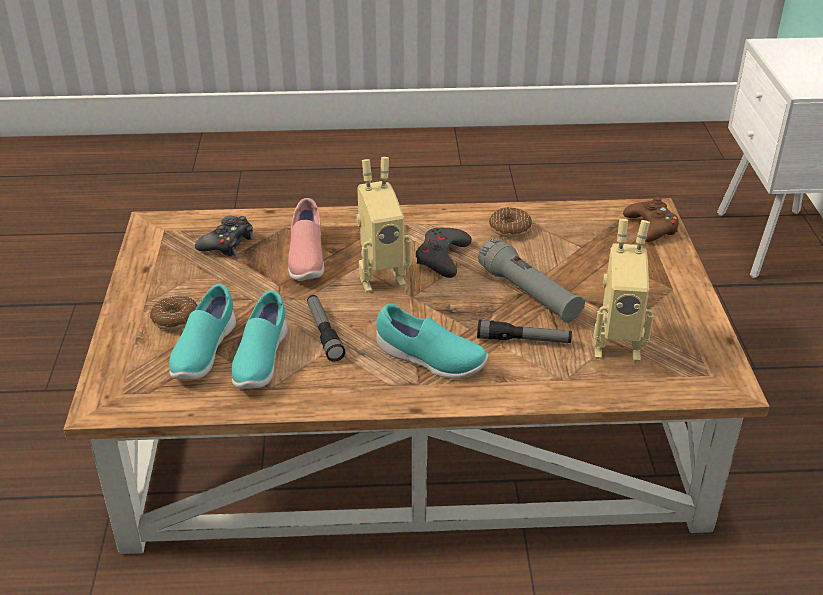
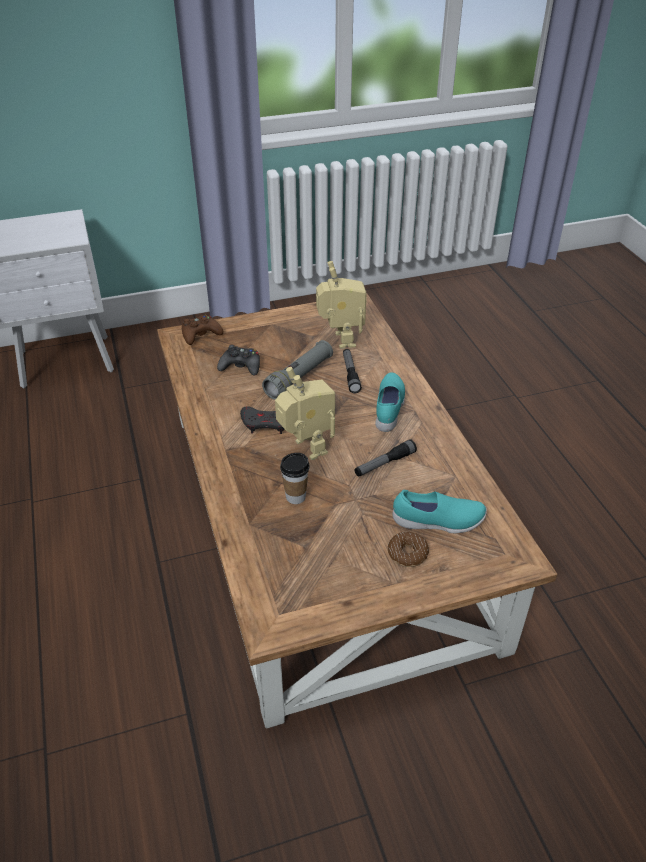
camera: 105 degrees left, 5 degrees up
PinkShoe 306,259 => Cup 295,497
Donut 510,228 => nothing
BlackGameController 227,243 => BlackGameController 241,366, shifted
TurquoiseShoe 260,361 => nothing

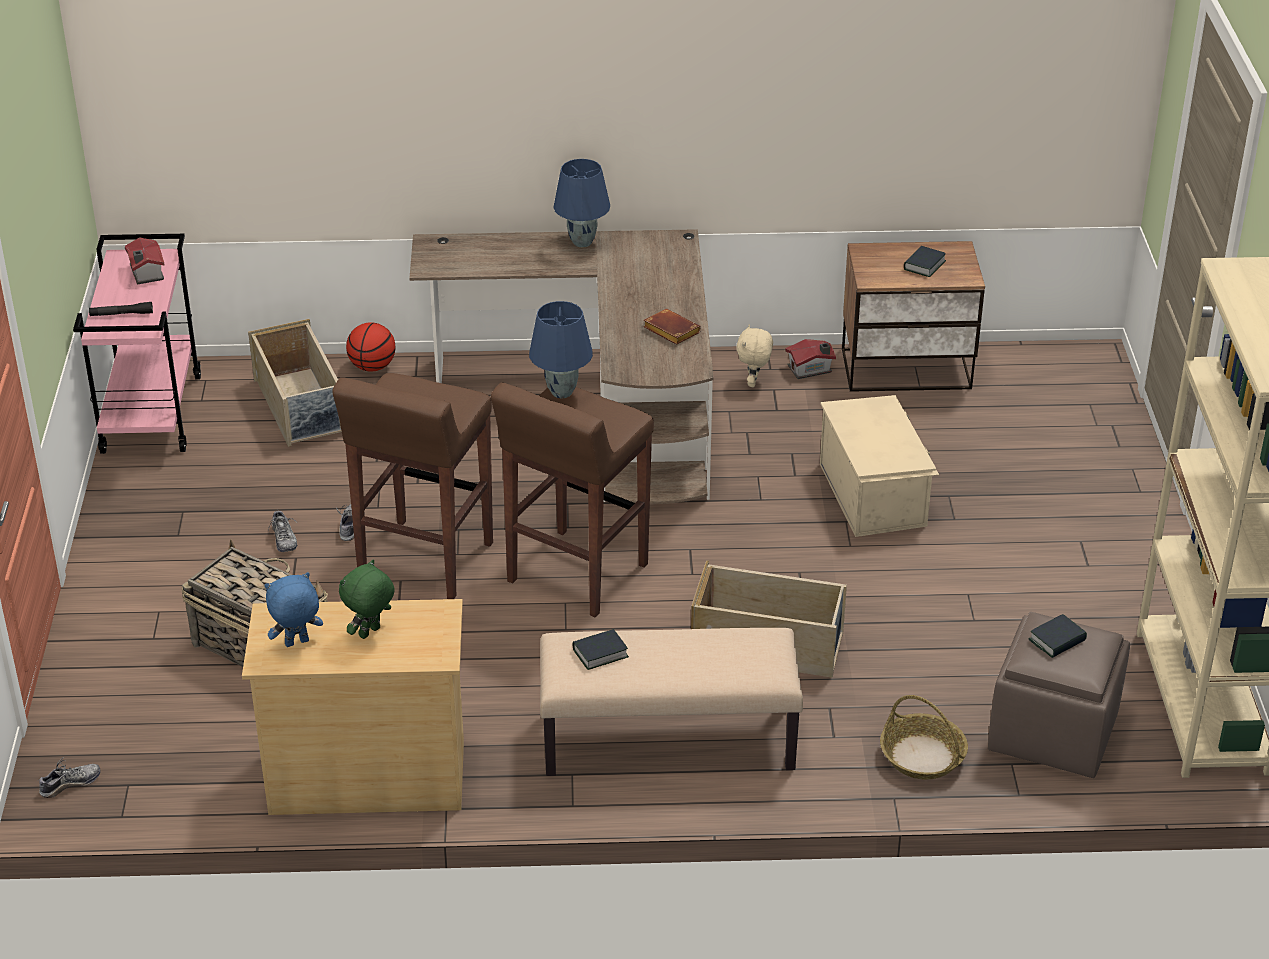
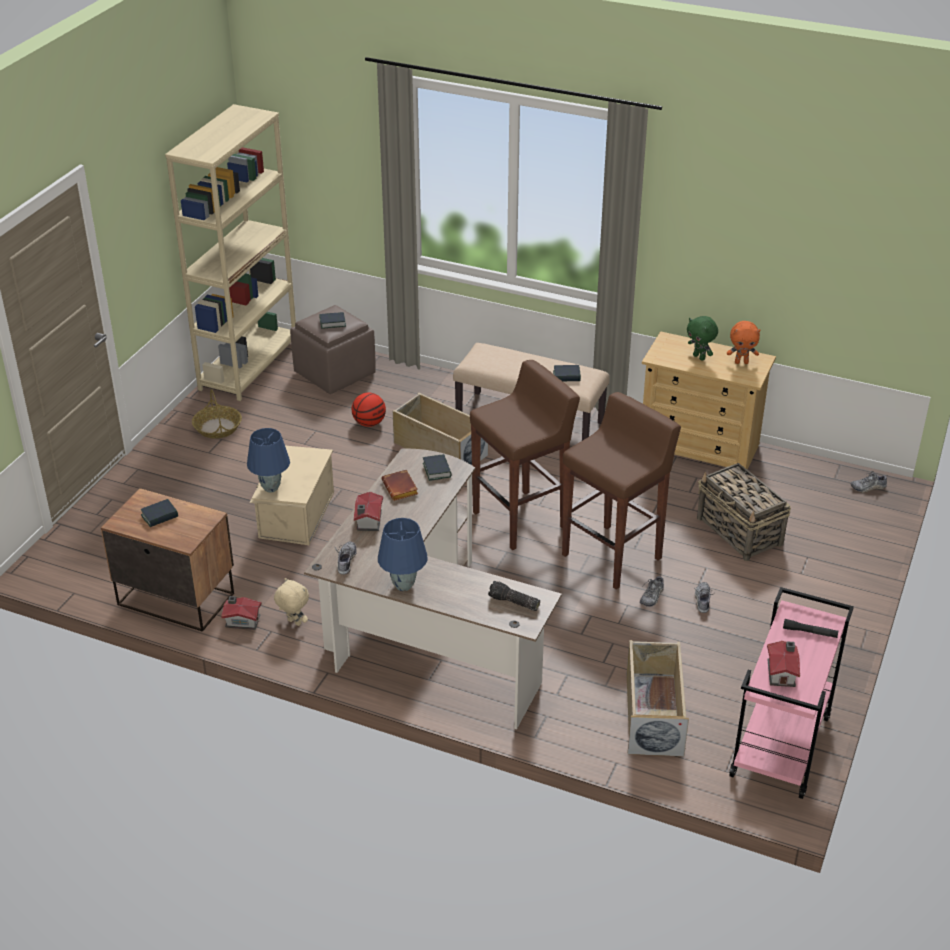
camera: 155 degrees left, 0 degrees up
BlueTableLamp 561,392 => BlueTableLamp 271,488, shifted
Basketball 372,367 => Basketball 369,423, shifted
BeigePlushToy 754,383 => BeigePlushToy 293,622, 90 degrees counterclockwise
GreenPlushToy 370,633 => GreenPlushToy 699,357, 75 degrees clockwise
BluePlushToy 297,643 => OrangePlushToy 741,362
Basket 923,756 => Basket 217,427, shifted
nothing => Book 437,470
nothing => ToyHouse 368,521
nothing => Shoe 346,561
nothing => Flashlight 513,603

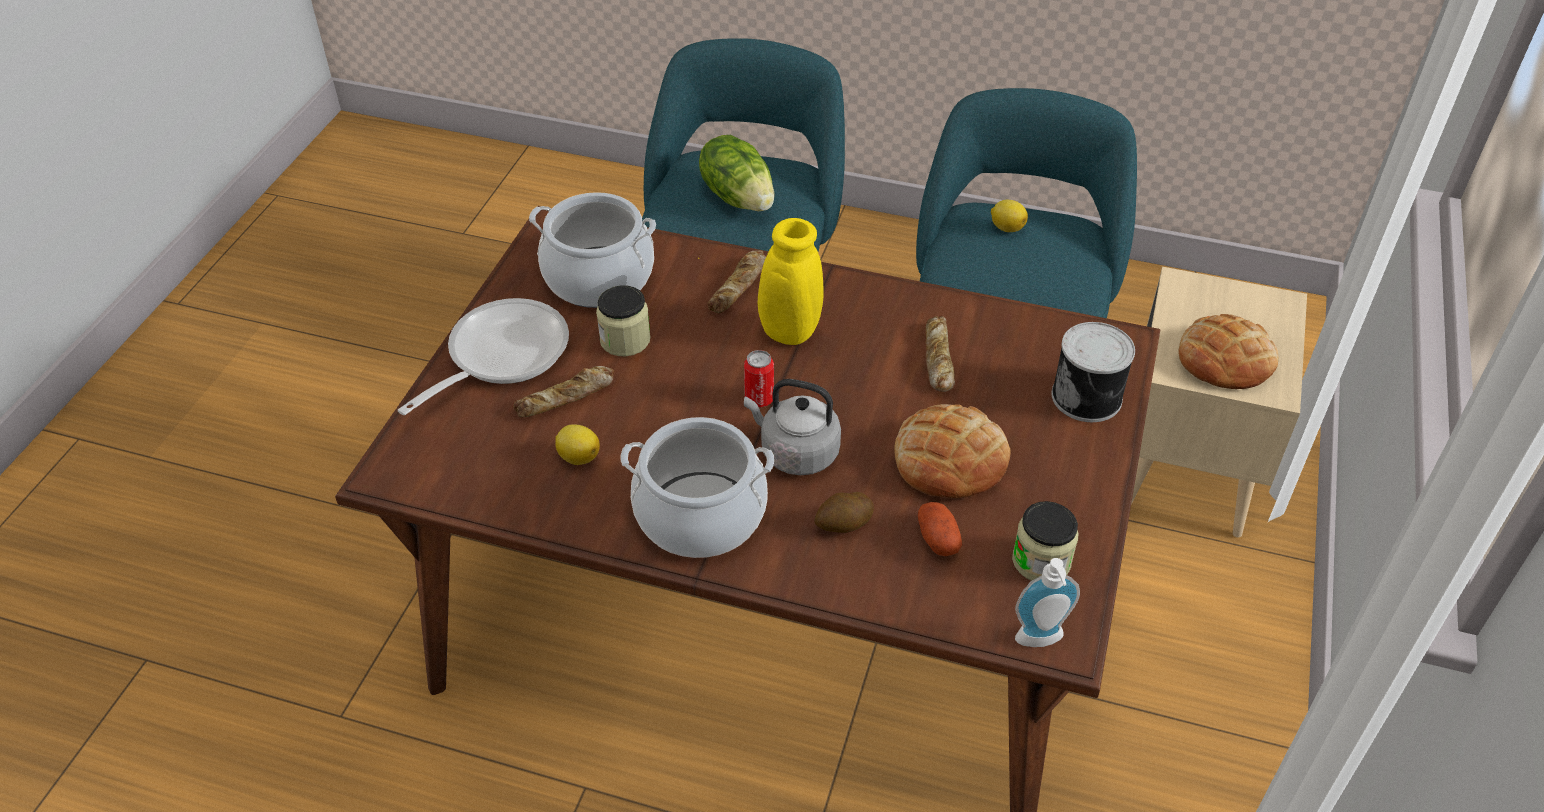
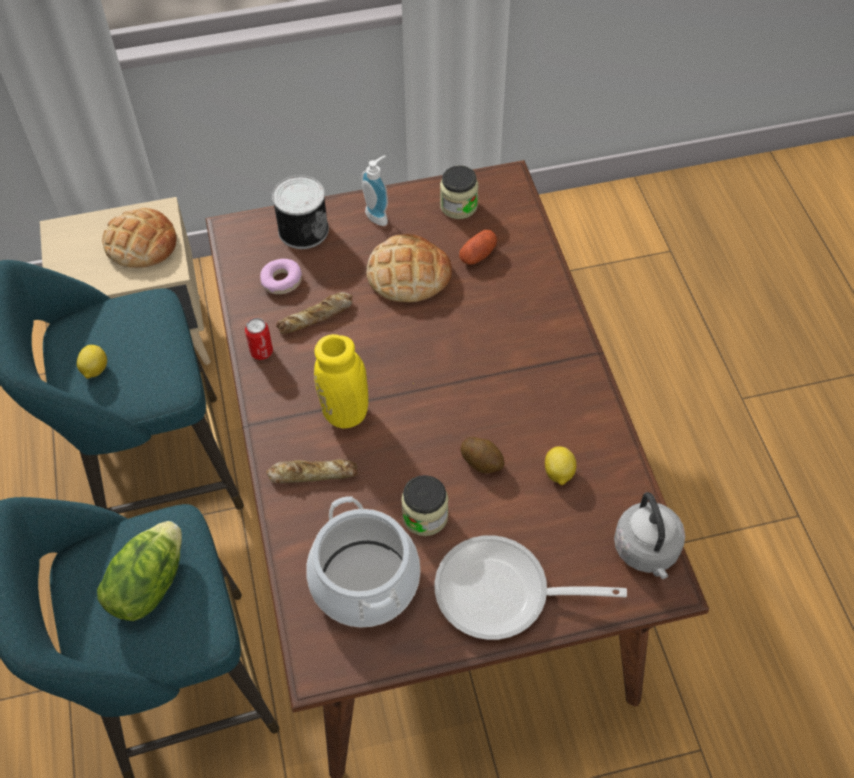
camera: 120 degrees left, 10 degrees up
Can 759,399 => Can 261,352, shifted
Bread 566,398 => nothing
GreyKettle 795,452 => GreyKettle 647,551, shifted
CookingPot 700,515 => nothing
Potato 843,524 => Potato 482,462, shifted
SoapDispenser 1040,642 => SoapDispenser 379,215, shifted
nothing => Donut 281,281

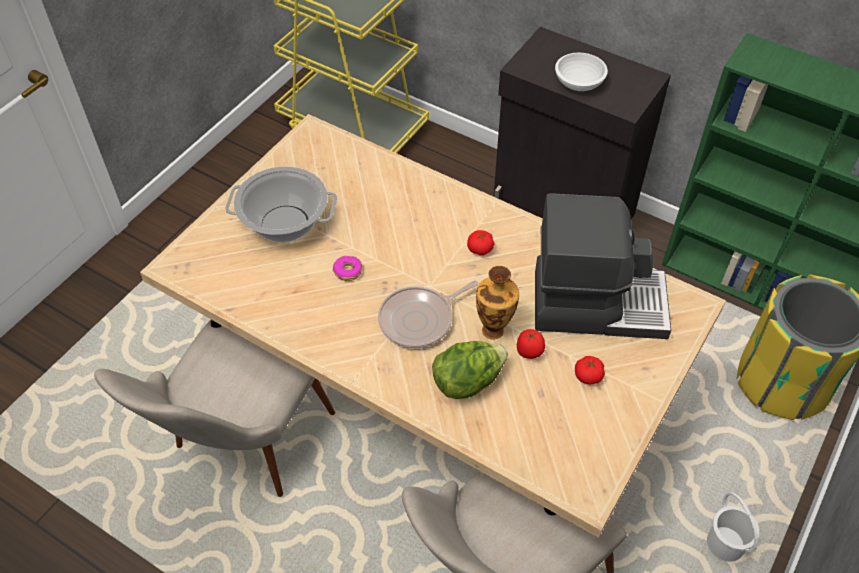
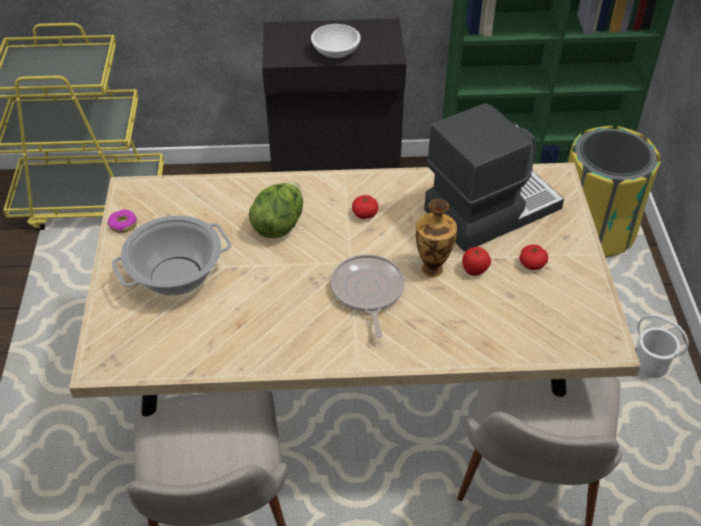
camera: 35 degrees left, 5 degrees down
Donut 348,271 => Donut 123,224, shifted
FryingPan 419,320 => FryingPan 367,292, 150 degrees clockwise
Lettuce 468,381 => Lettuce 279,224, shifted

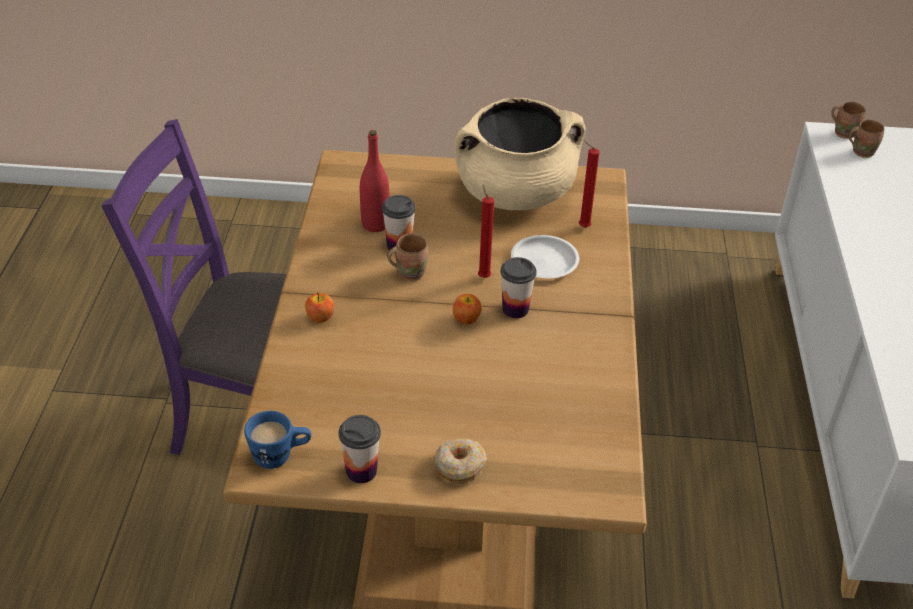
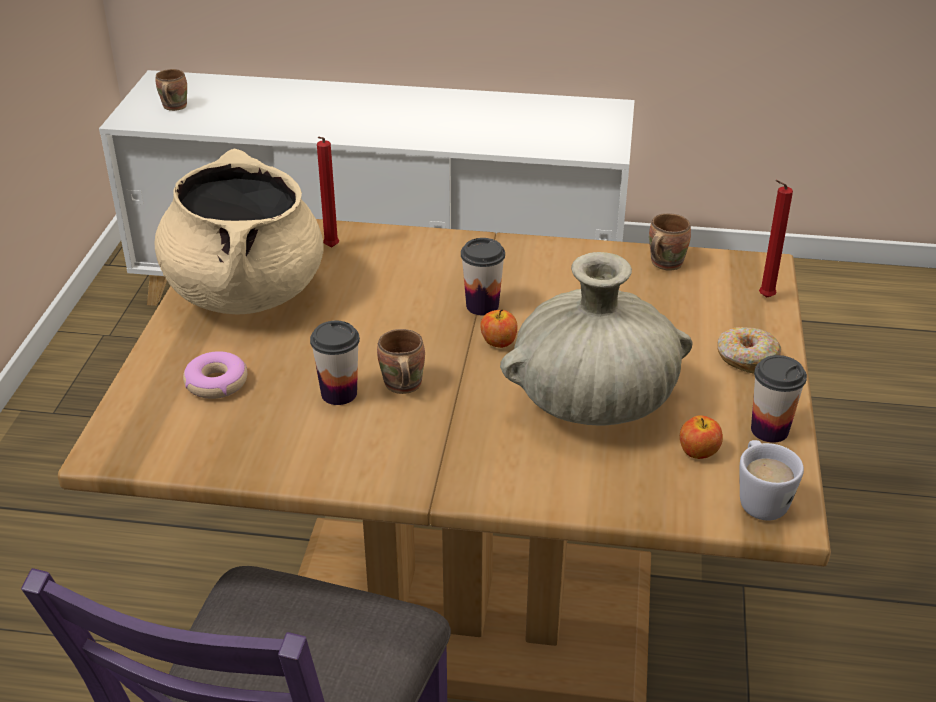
camera: 85 degrees left, 5 degrees down
BrownMug 844,132 => BrownMug 663,263, shifted
RedBottle 375,225 => nothing
RedCandle 483,276 => RedCandle 764,298, shifted
WhitePlate 545,261 => nothing
Apple 320,318 => Apple 698,452, shifted
BlueMug 280,456 => WhiteMug 759,498
nothing => BeigeVase 594,403
nothing => Donut 216,383

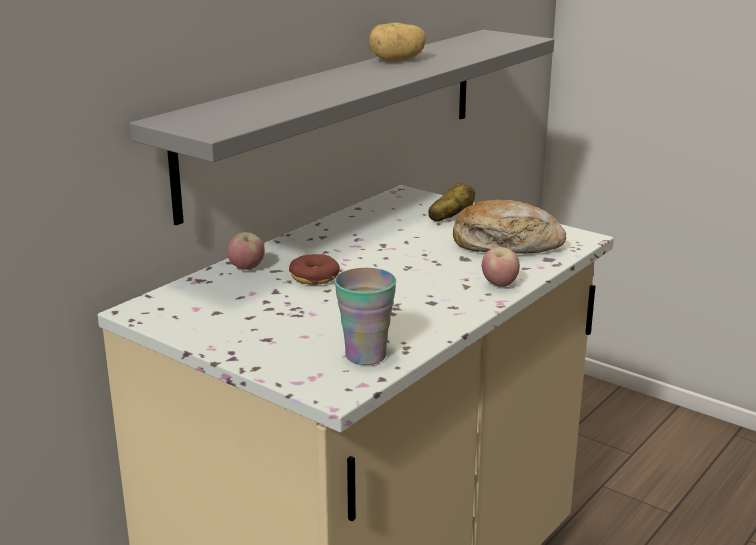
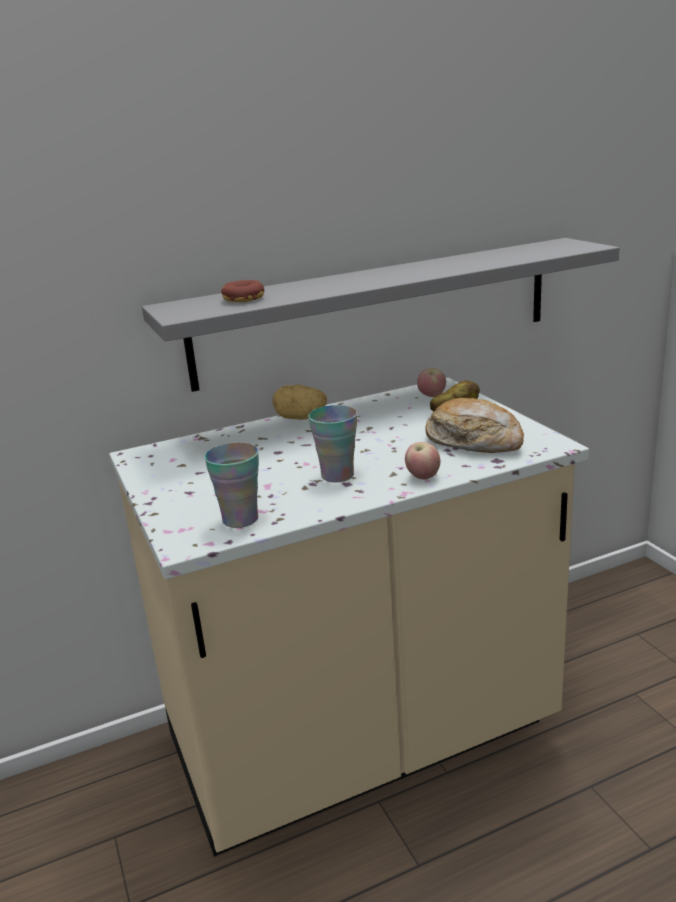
camera: 30 degrees right, 0 degrees up
Potato 397,60 => Potato 300,418, shifted
Apple 246,268 => Apple 431,396, shifted
Donut 314,277 => Donut 243,299, shifted
nothing => Cup 337,475

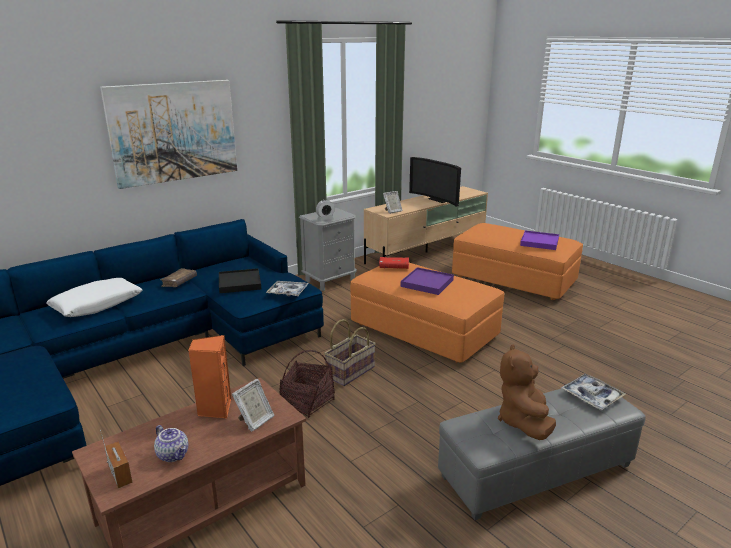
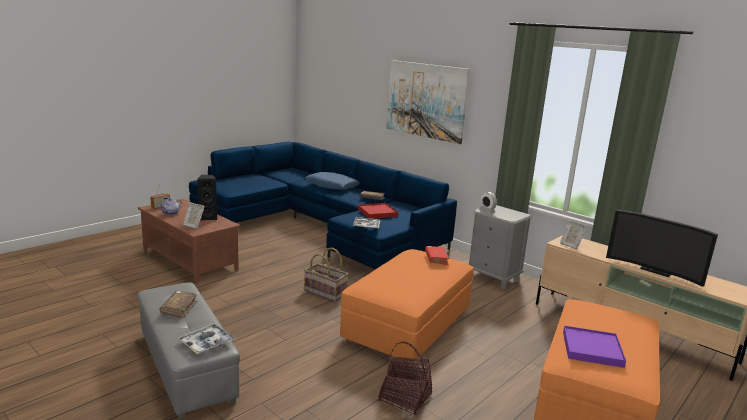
camera: 80 degrees right, 5 degrees down
Television 439,200 => Television 655,270, 90 degrees counterclockwise
PurpleTray 427,283 => nothing
BlackTray 239,283 => RedTray 377,212
WhitePillow 97,305 => BluePillow 331,186
OrangeSpeaker 214,409 => BlackSpeaker 208,217
BrownPlushToy 523,422 => BrownBook 179,308
Basket 308,402 => Basket 405,398, shifted

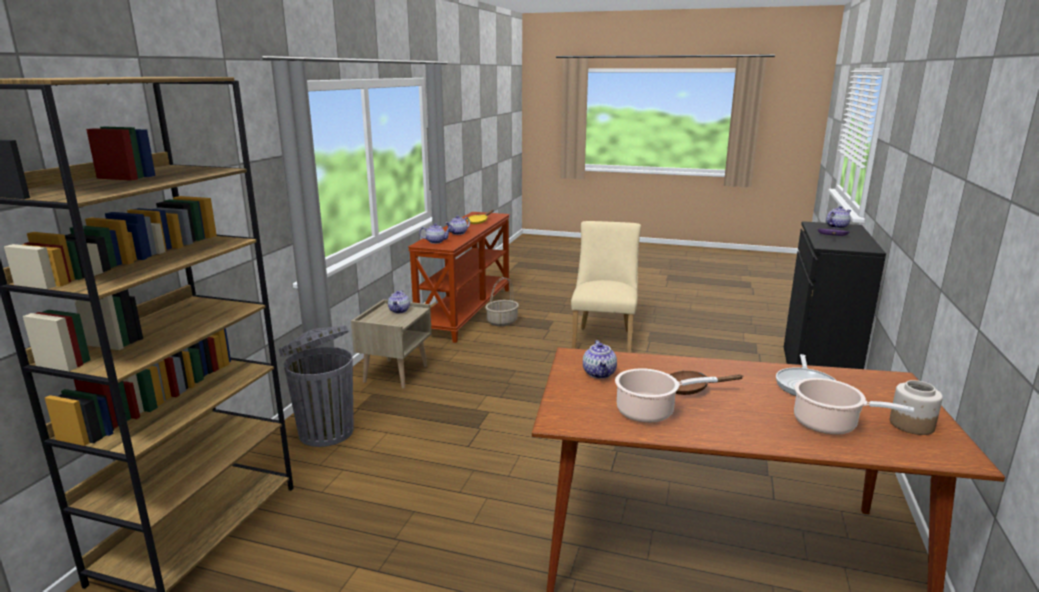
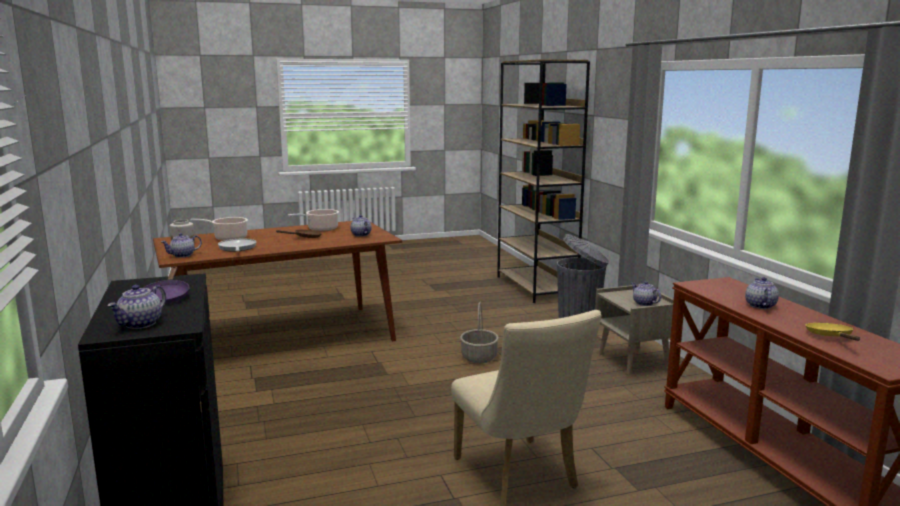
camera: 145 degrees right, 5 degrees down
Teapot 436,242 => Teapot 182,255, shifted
Basket 502,321 => Basket 479,357, shifted

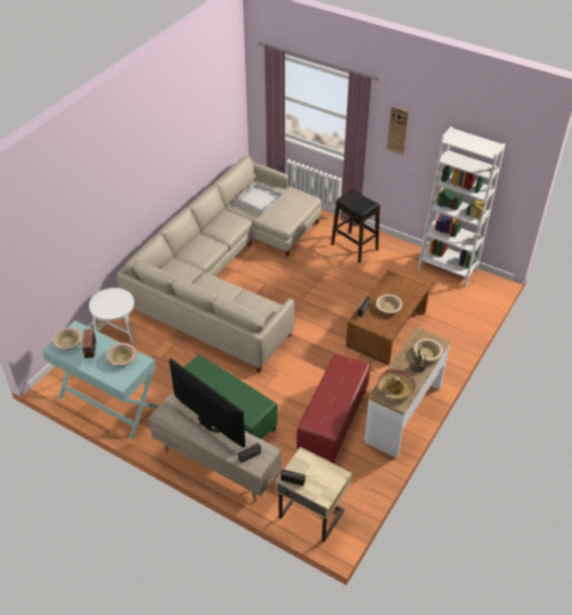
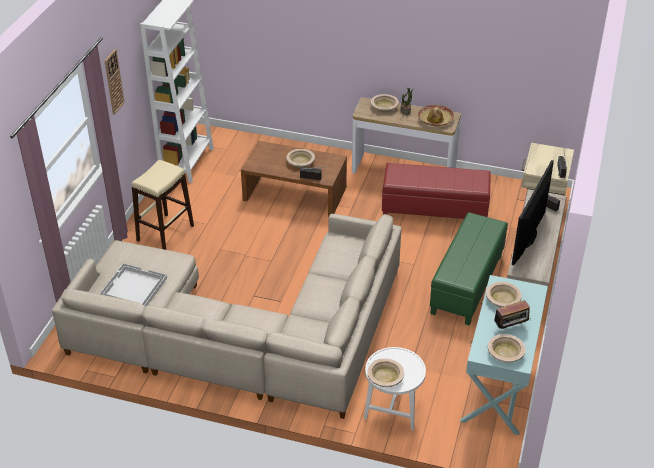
camera: 105 degrees left, 5 degrees down
BlackStool 354,247 => BeigeStool 165,233
nothing => BeigeBowl 385,377

